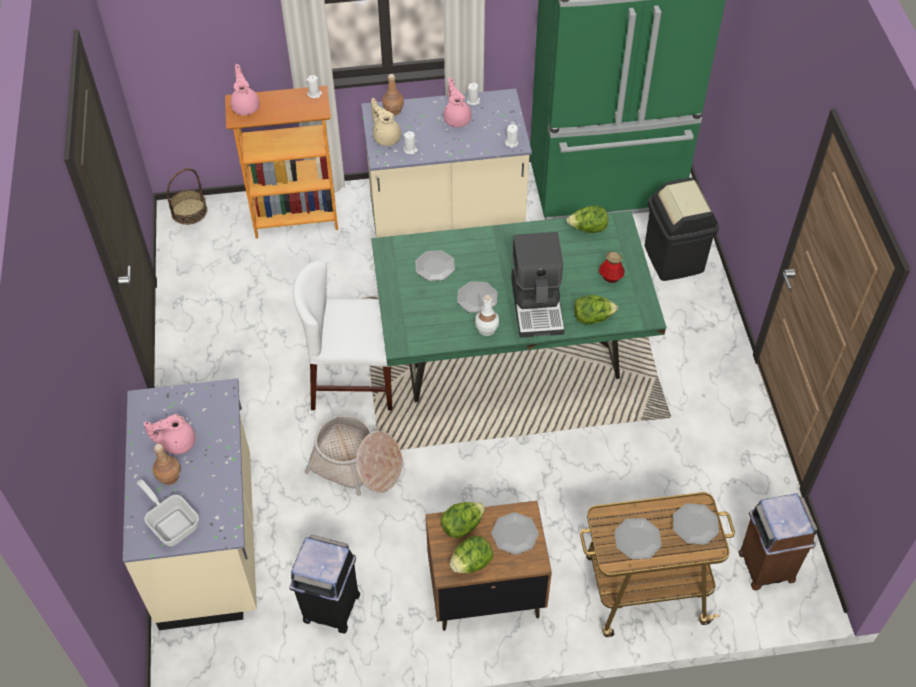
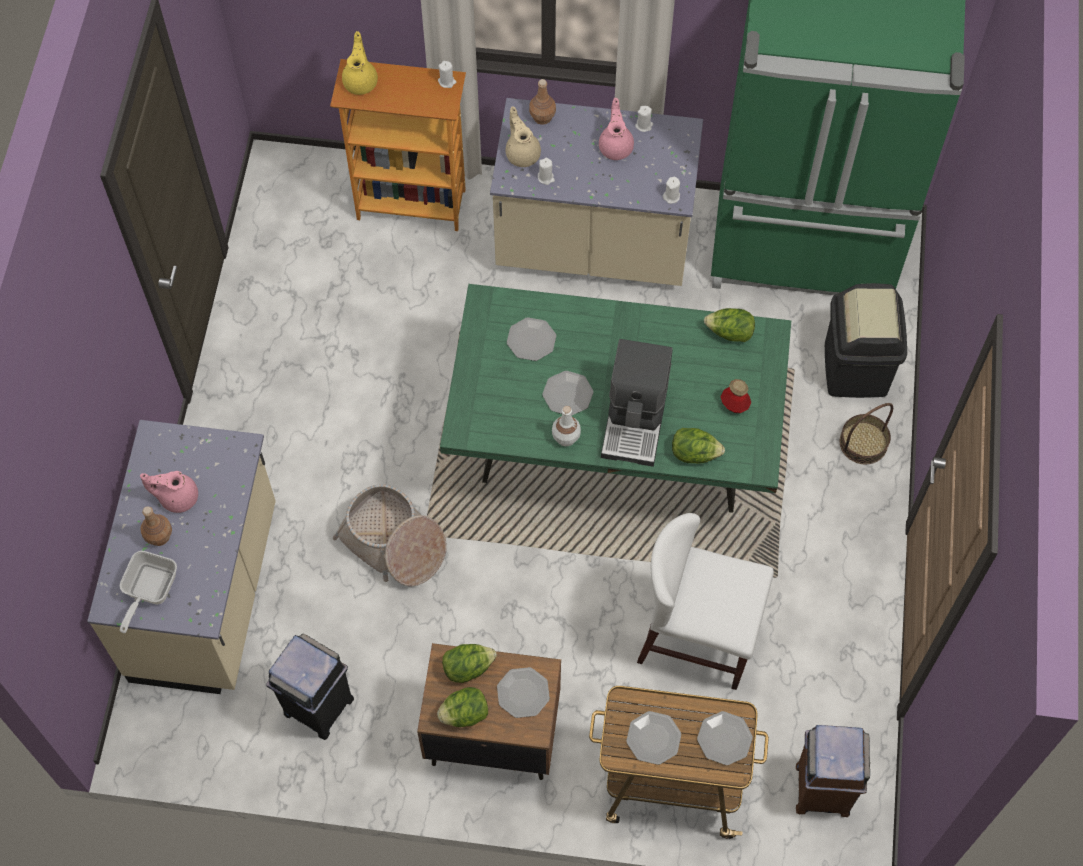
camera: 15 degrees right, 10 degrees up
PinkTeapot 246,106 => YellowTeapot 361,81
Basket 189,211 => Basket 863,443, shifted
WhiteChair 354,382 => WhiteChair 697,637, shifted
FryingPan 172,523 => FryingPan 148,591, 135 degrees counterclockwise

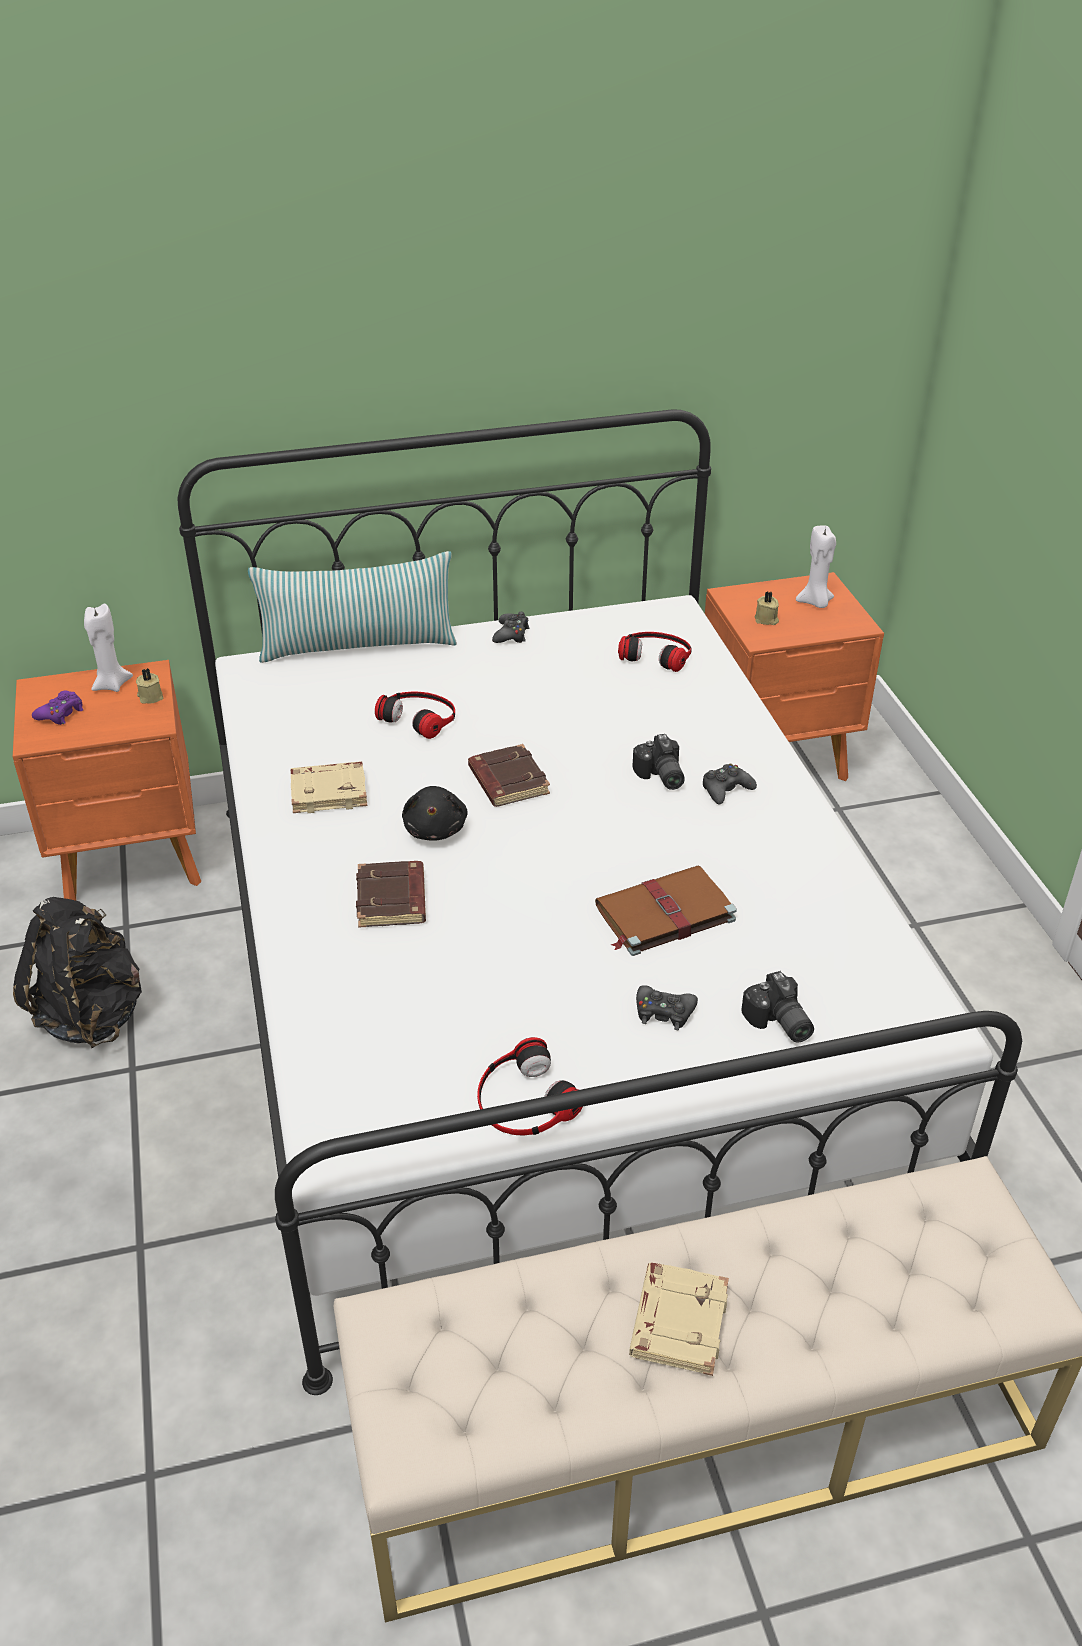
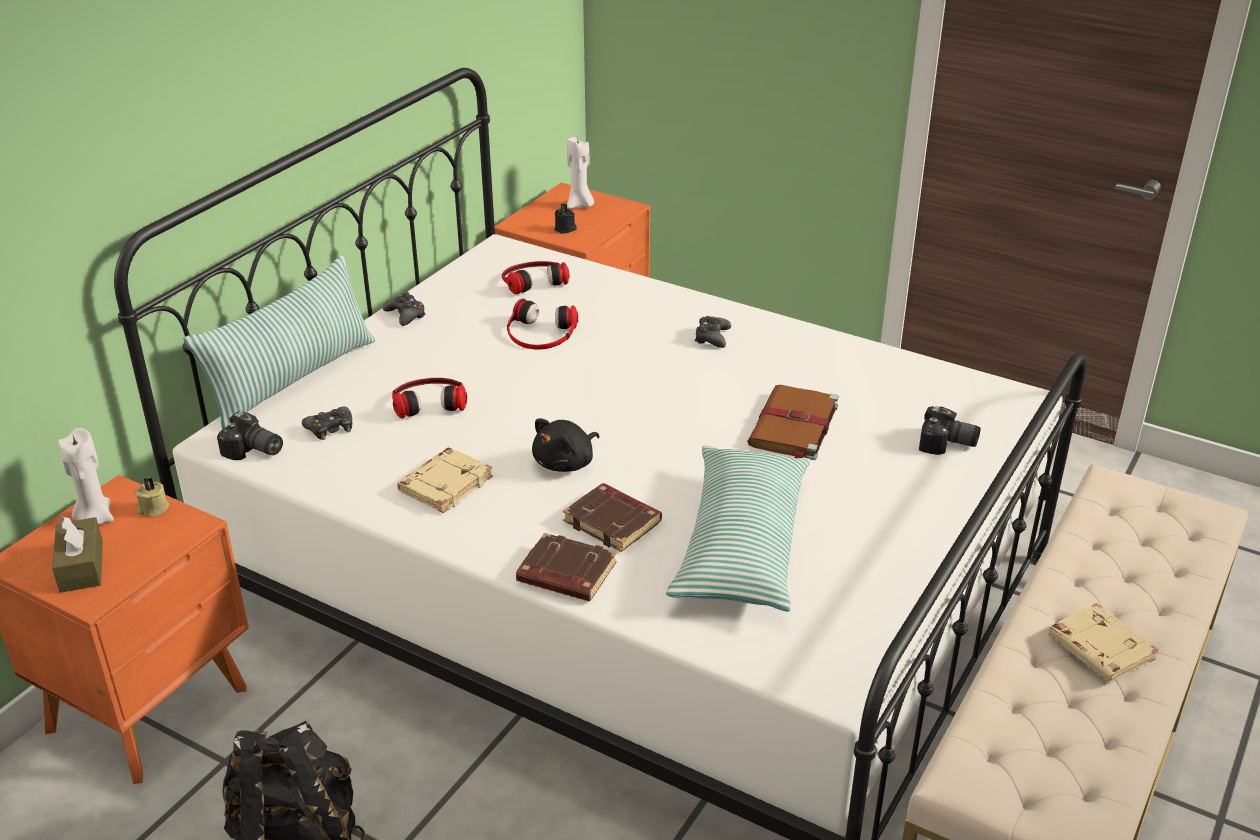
camera: 45 degrees left, 5 degrees down
BeigeCandle 766,620 => BlackCandle 565,229
PurpleGameController 61,713 => BrownTissueBox 81,566
PhotoCamera 659,777 => PhotoCamera 253,451, shifted
BrownBook 507,781 => BrownBook 565,574, shifted
BlackPlushToy 435,829 => BlackPlushToy 566,463, 90 degrees clockwise
BlackGameController 664,1012 => BlackGameController 330,428, shifted
Headphones 524,1100 => Headphones 540,333, shifted
nothing => Pillow 741,544

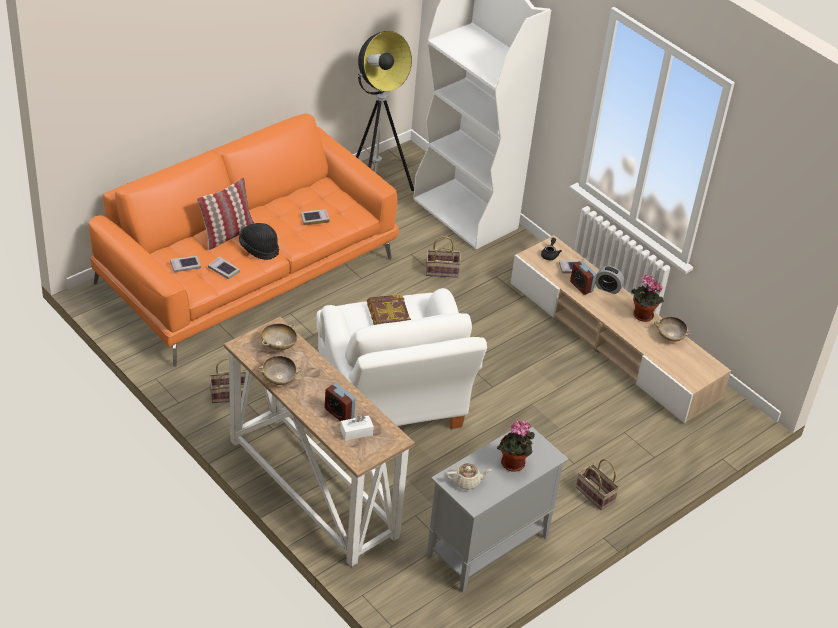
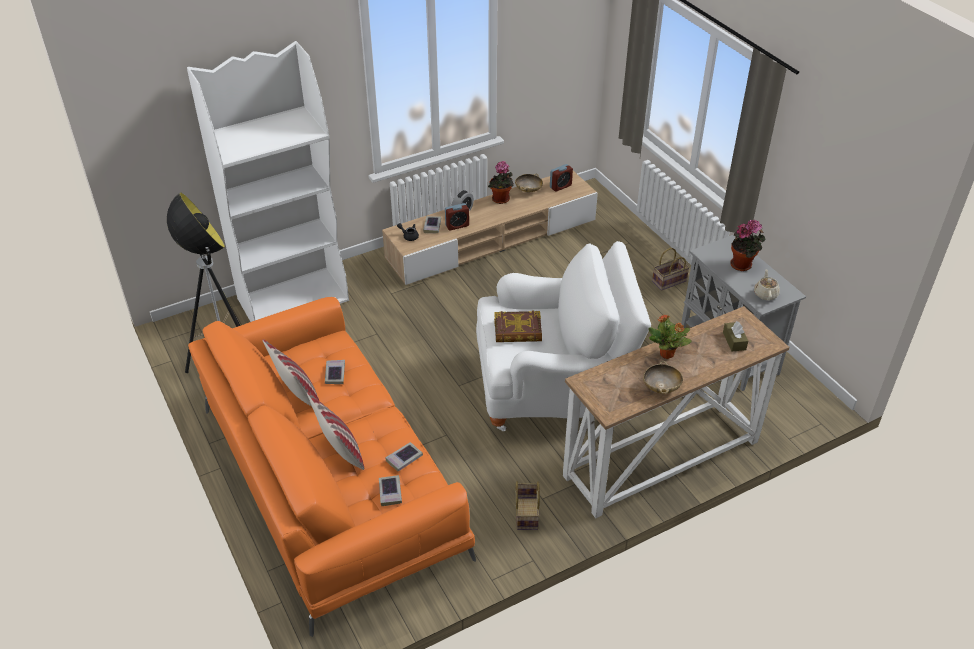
camera: 75 degrees left, 0 degrees up
BlackHat 259,248 => nothing
Basket 442,270 => nothing
BeigeBowl 278,345 => nothing
AlarmClock 339,413 => AlarmClock 560,186, shifted
WhiteTissueBox 356,432 => BrownTissueBox 734,341
nothing => PottedPlant 667,354
nothing => Pillow 297,394

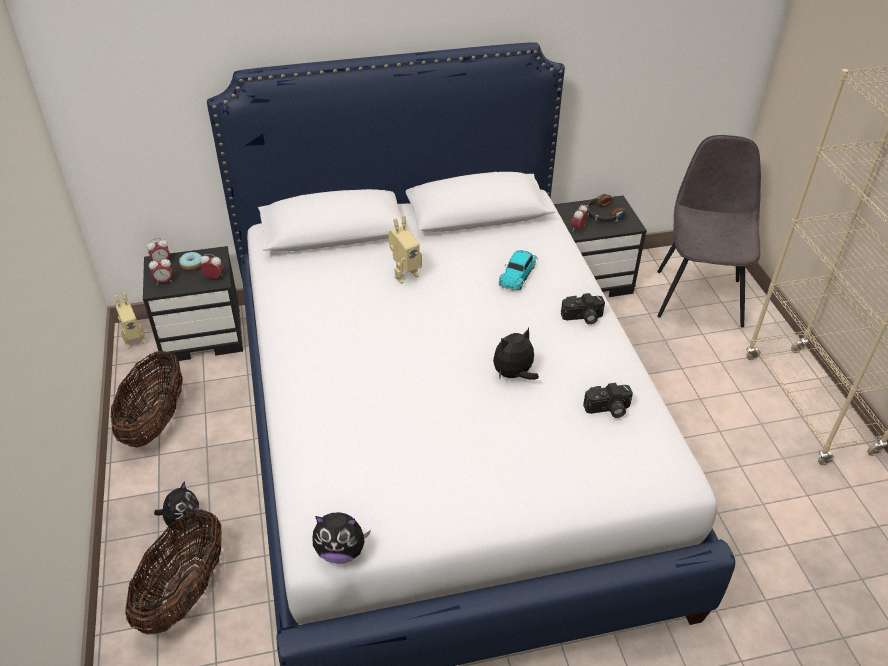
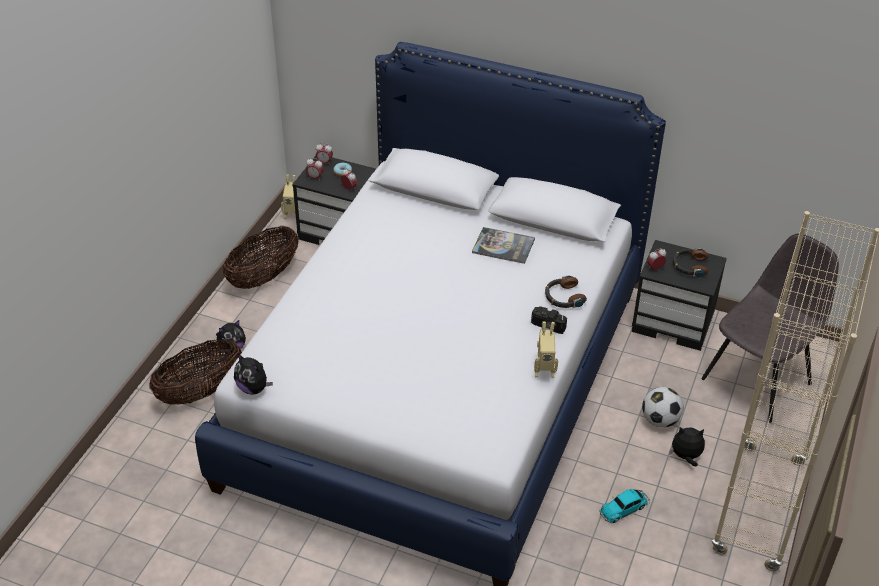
camera: 35 degrees right, 0 degrees up
ToyRobot 404,274 => ToyRobot 544,370, shifted
ToyCar 518,274 => ToyCar 624,508, shifted
PlushToy 513,375 => PlushToy 686,457, shifted
PhotoCamera 608,409 => nothing
nothing => Book 503,246
nothing => Headphones 563,297
nothing => Football 660,420

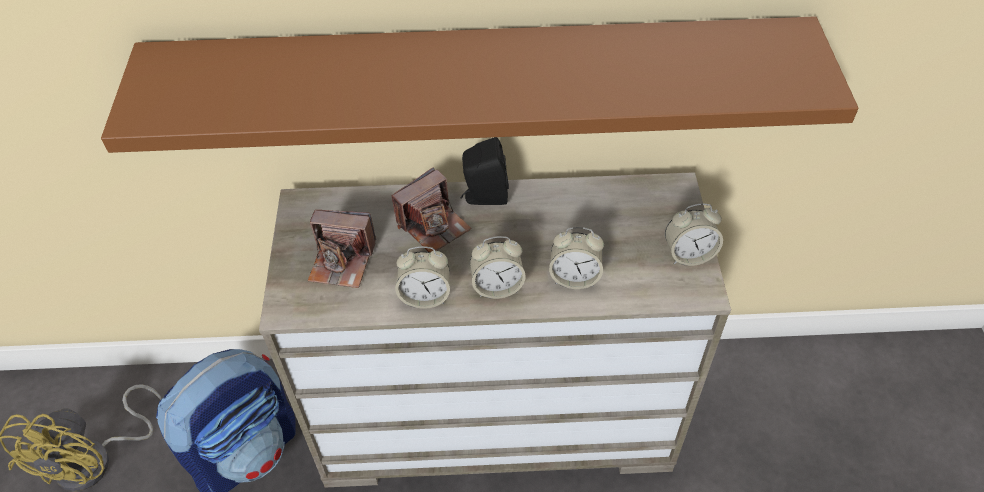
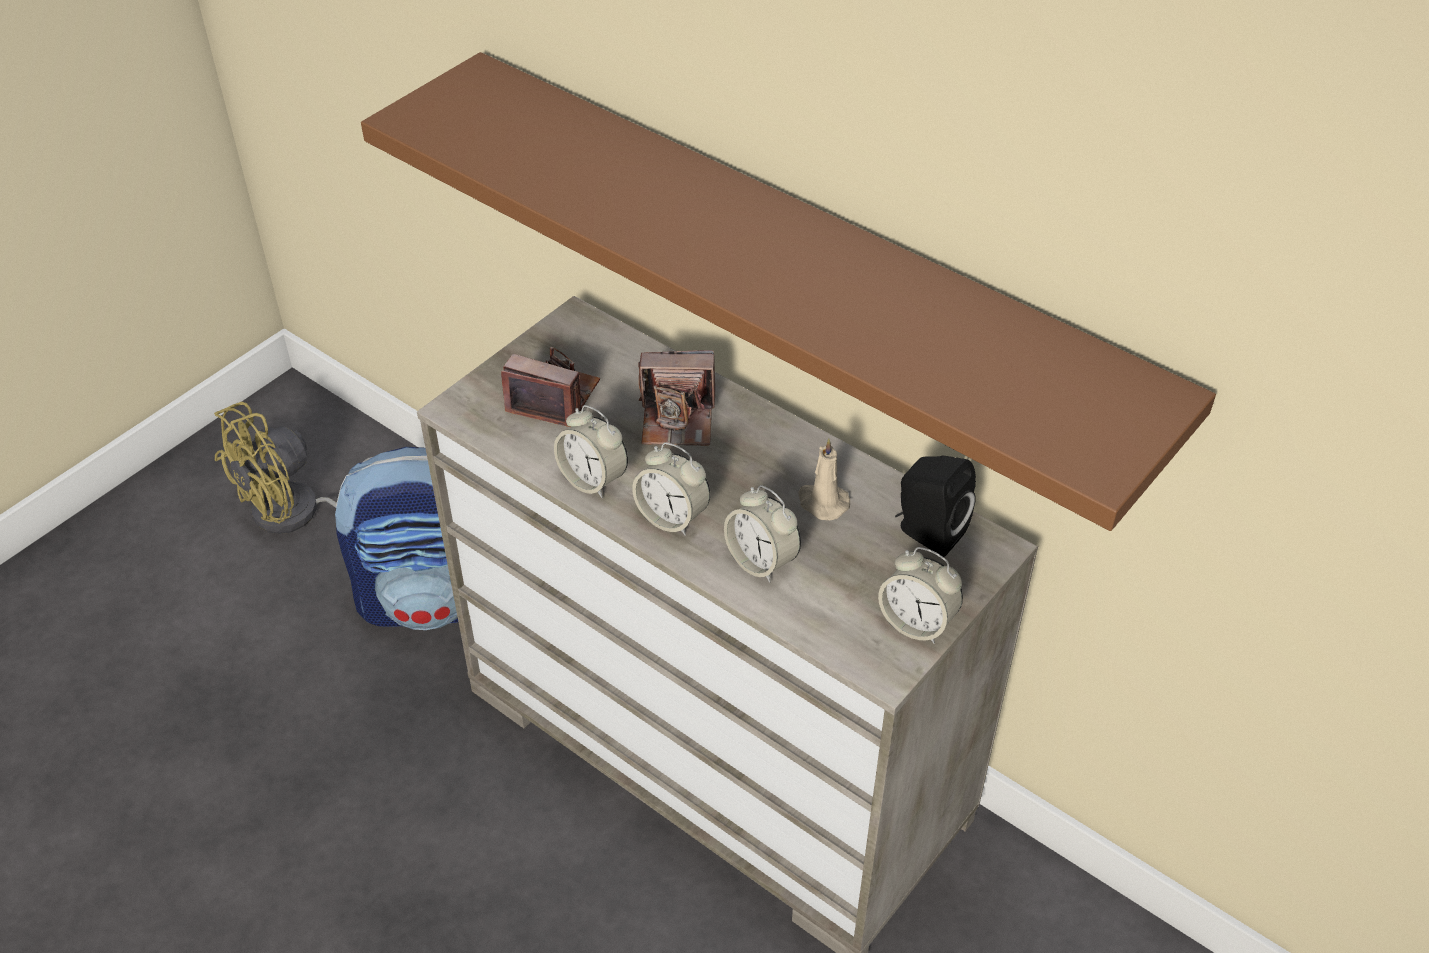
camera: 40 degrees right, 5 degrees down
BlackSpeaker 483,196 => BlackSpeaker 927,532, shifted
PhotoCamera 342,261 => PhotoCamera 553,398, 150 degrees clockwise
nothing => BeigeCandle 822,502

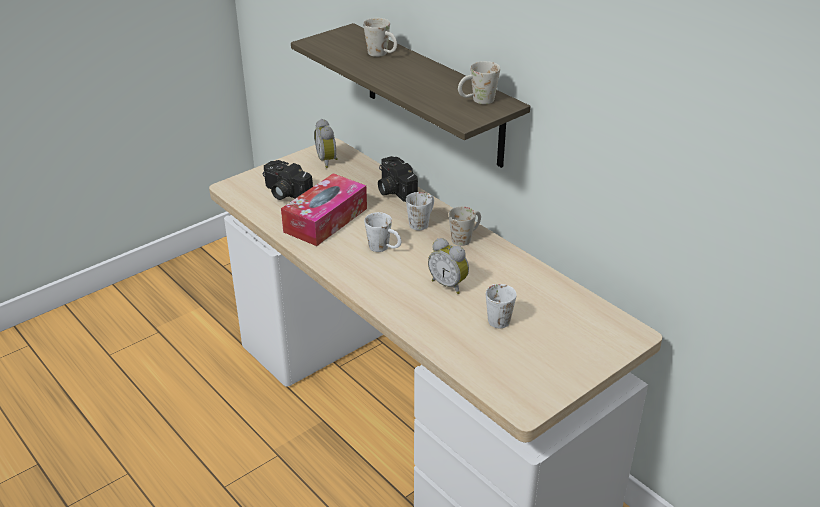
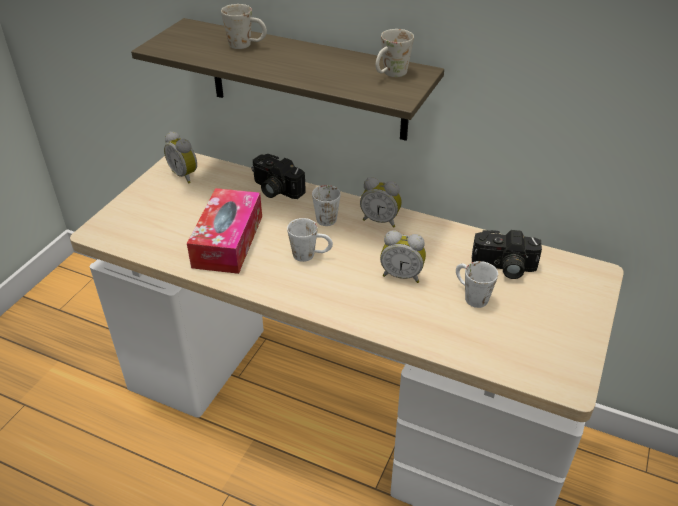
camera: 25 degrees left, 5 degrees up
PhotoCamera 284,193 => PhotoCamera 503,267, shifted
WhiteMug 465,237 => AlarmClock 380,220

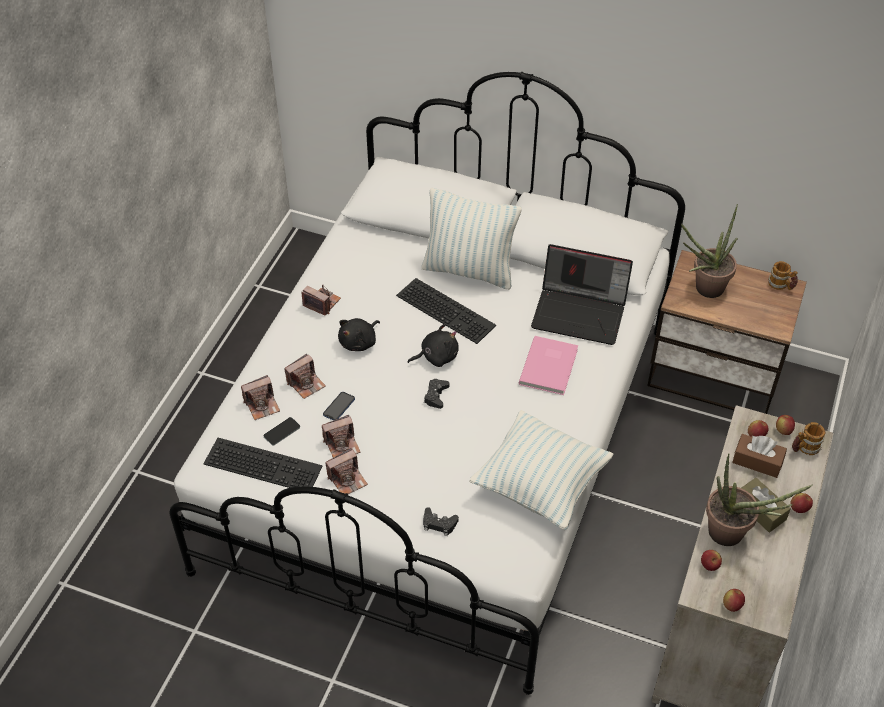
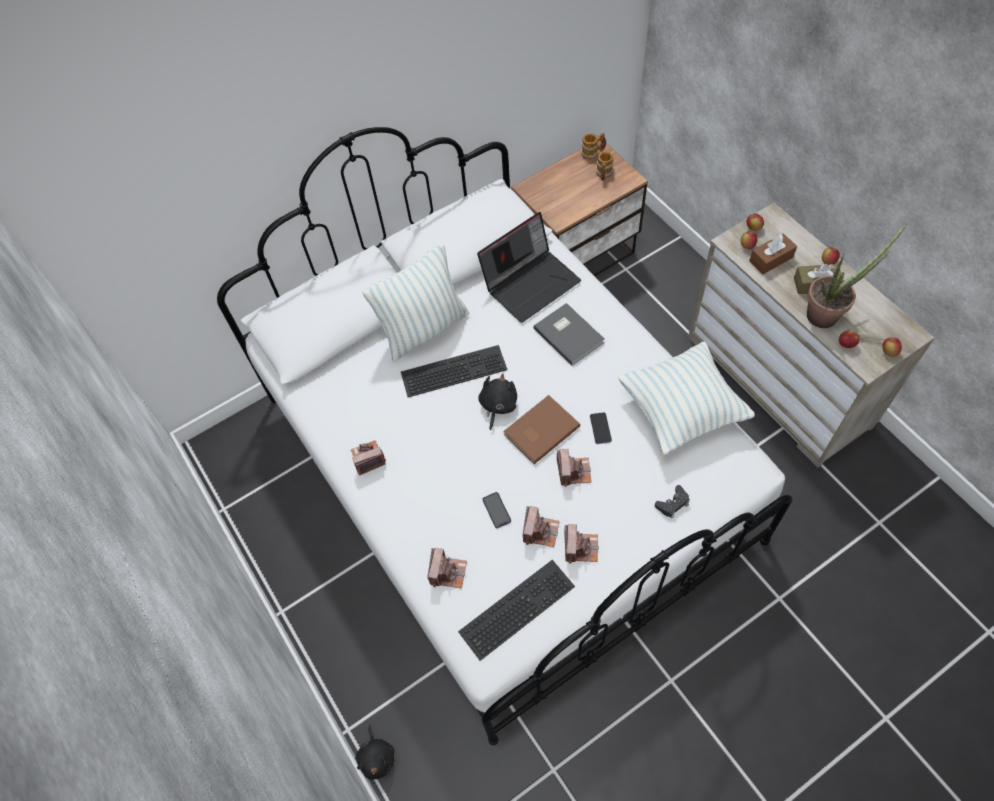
camera: 50 degrees left, 10 degrees up
PottedPlant 703,289 => nothing
BlackPlushToy 359,342 => BlackPlushToy 377,757, shifted
PinkBook 550,366 => GreyBook 569,334
PhotoCamera 306,383 => PhotoCamera 573,471, shifted
BlackGameController 436,396 => BrownBook 539,430
Phone 282,431 => Phone 600,428, shifted
Mug 804,448 => Mug 603,174, shifted

